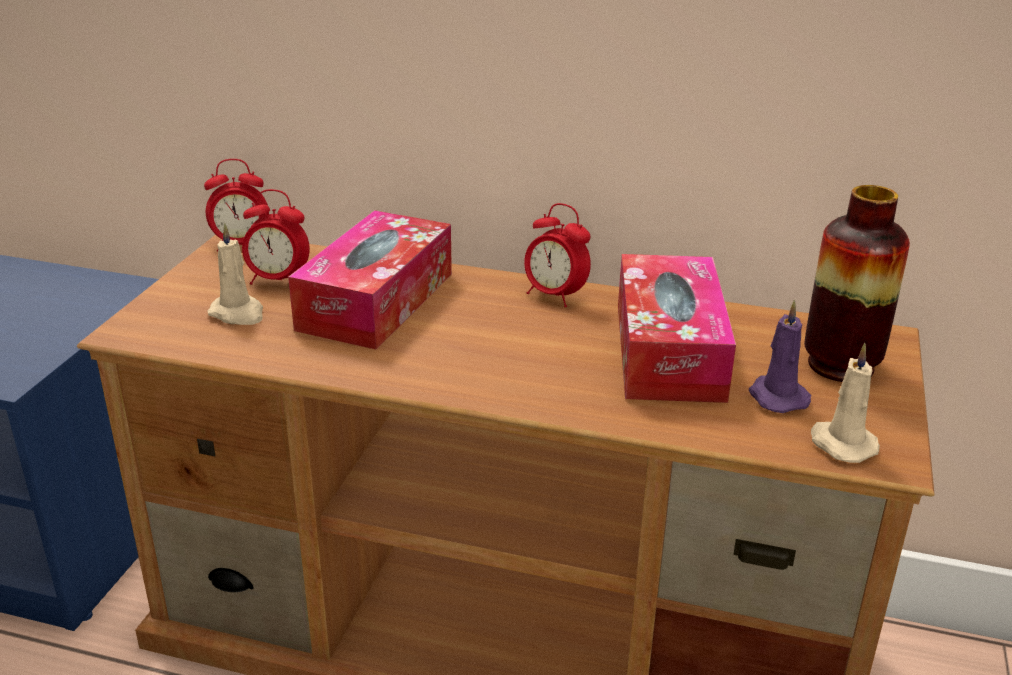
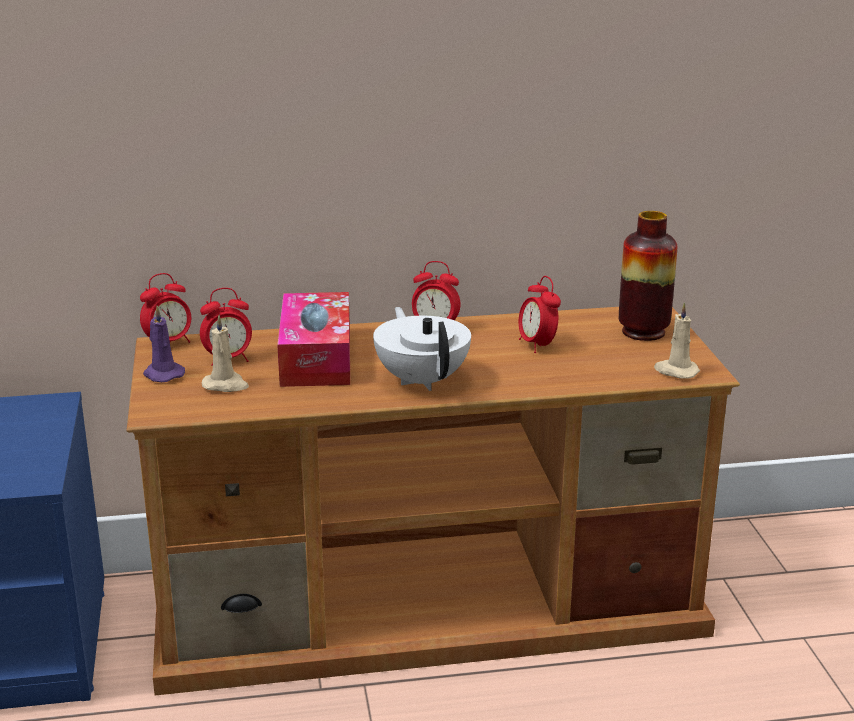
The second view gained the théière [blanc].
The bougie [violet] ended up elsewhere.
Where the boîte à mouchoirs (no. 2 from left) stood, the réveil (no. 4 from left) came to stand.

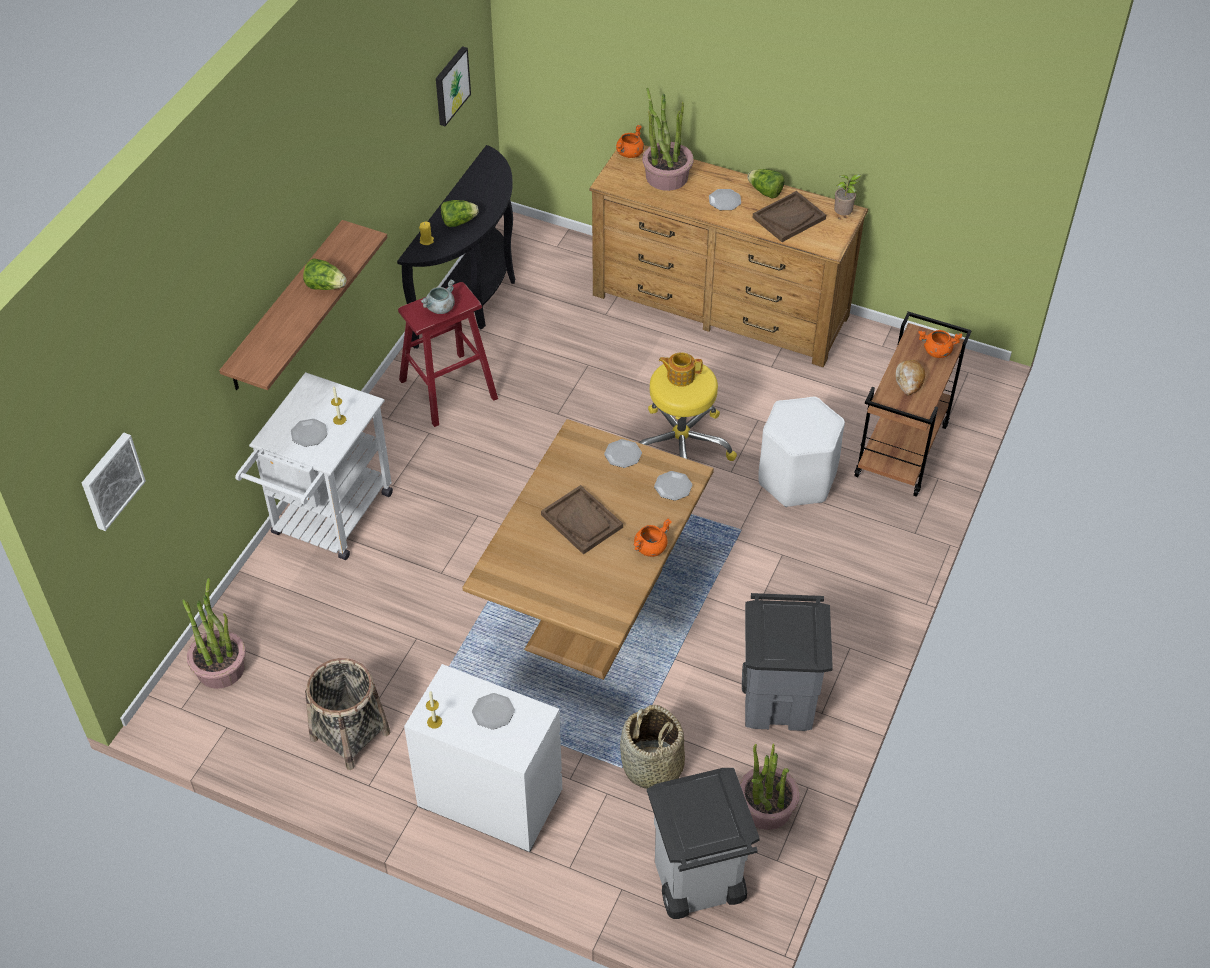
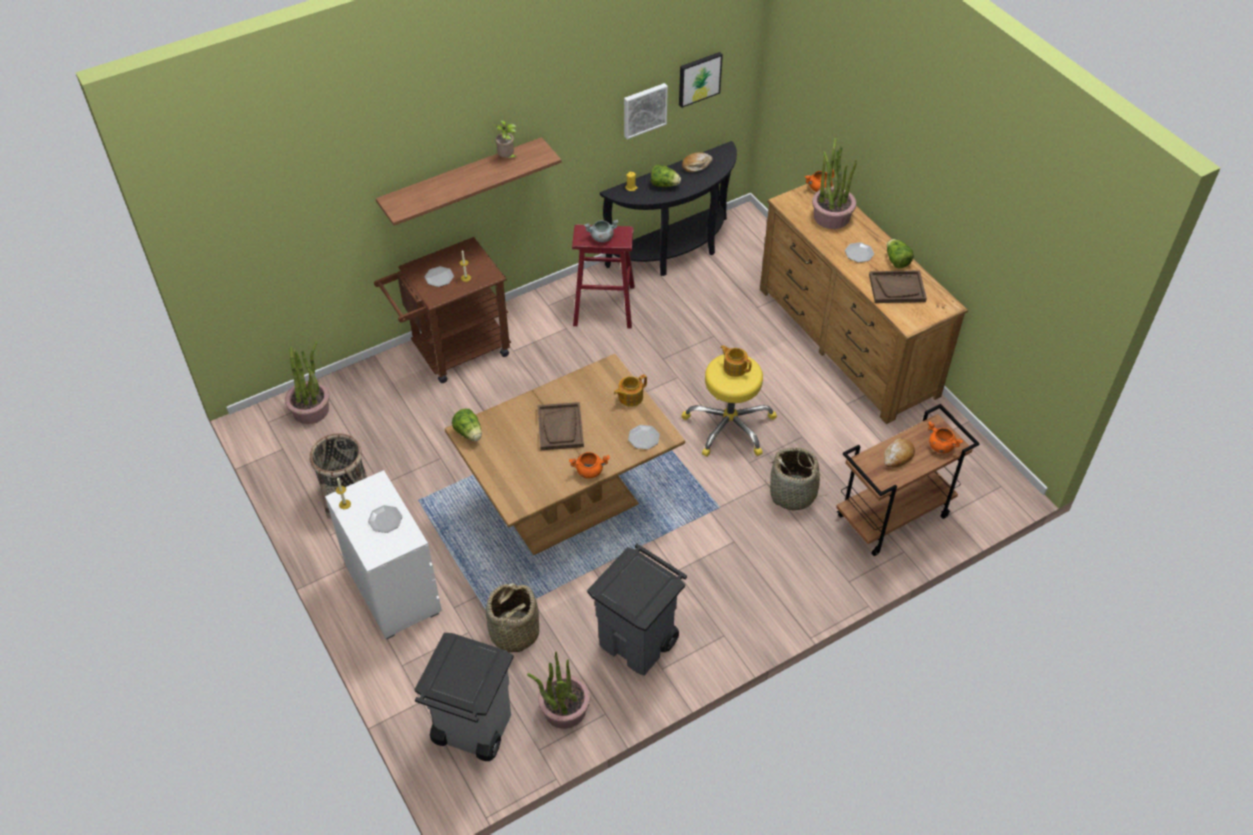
The second view gained the pain (no. 1 from left).
The tableau (no. 1 from left) ended up elsewhere.
The laitue (no. 1 from left) ended up elsewhere.
The plante en pot (no. 4 from left in the first image) ended up elsewhere.
Where the assiette (no. 3 from left) stood, the théière (no. 1 from left) came to stand.
Where the tabouret [blanc] stood, the panier (no. 3 from left) came to stand.
What was the chariot [blanc] turned into the chariot [marron] (no. 1 from left).

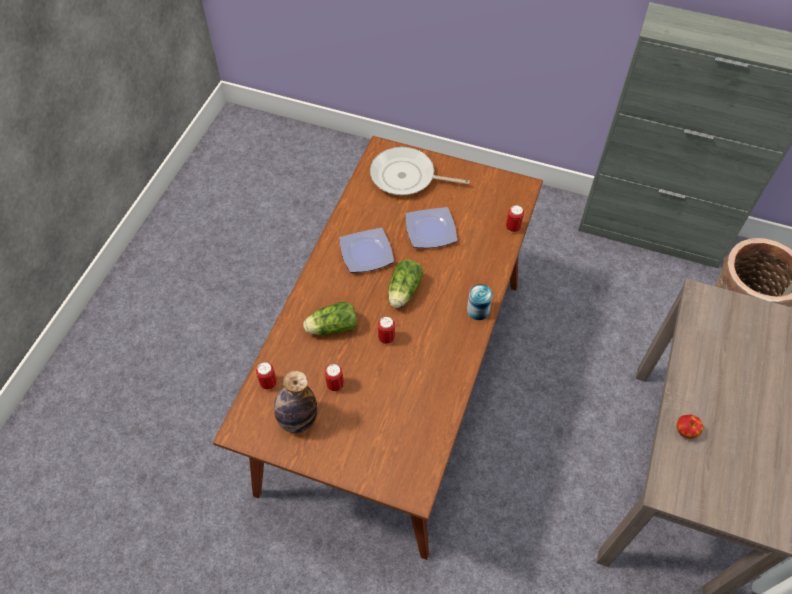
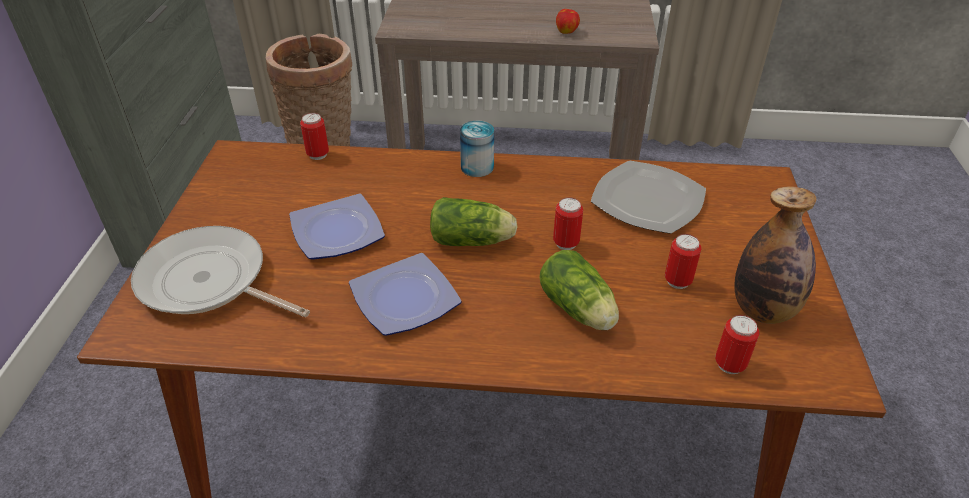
The second view gained the assiette (no. 3 from left).
The poêle ended up facing another way, 120 degrees clockwise from before.

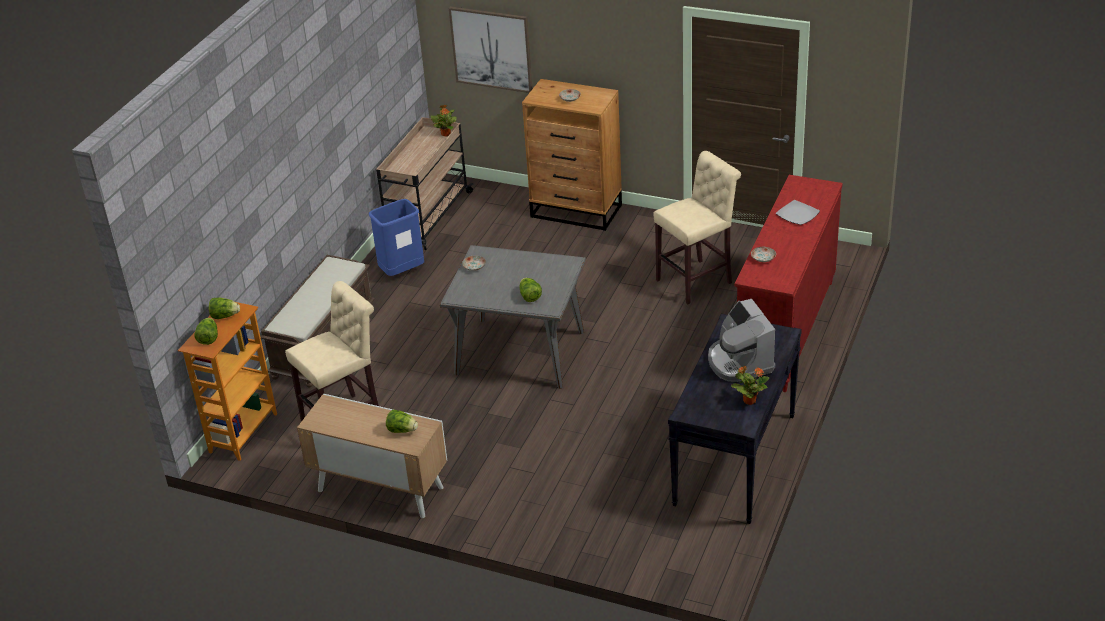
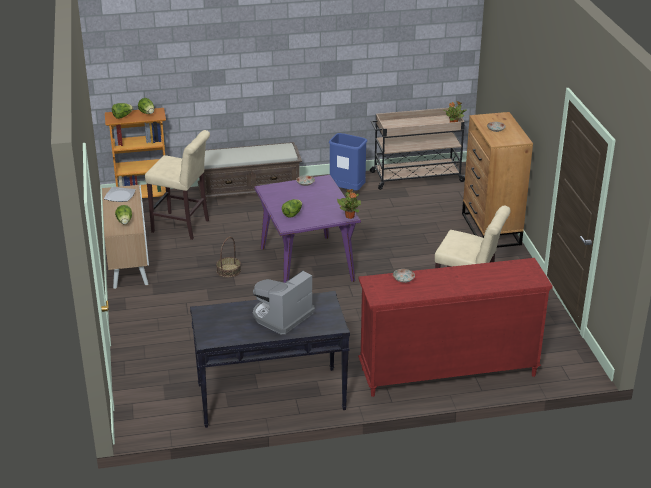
The second view lost the tableau.
The second view gained the panier.
The plante en pot (no. 2 from left in the first image) ended up elsewhere.
The assiette (no. 4 from left in the first image) ended up elsewhere.
What was the table à manger [gris] turned into the table à manger [violet].

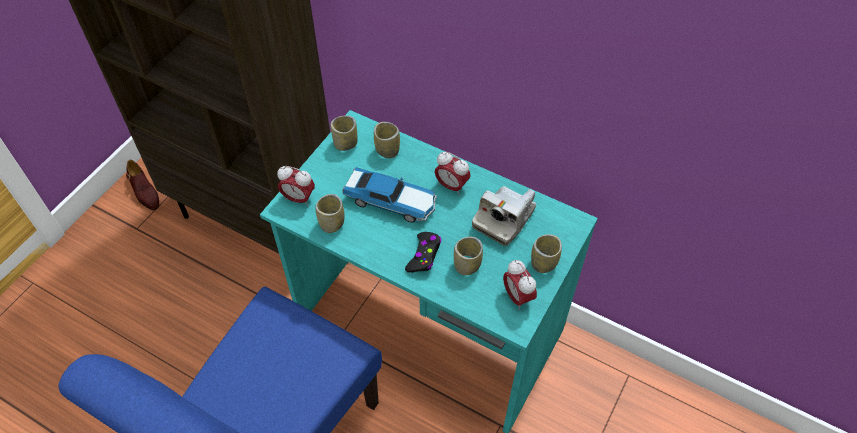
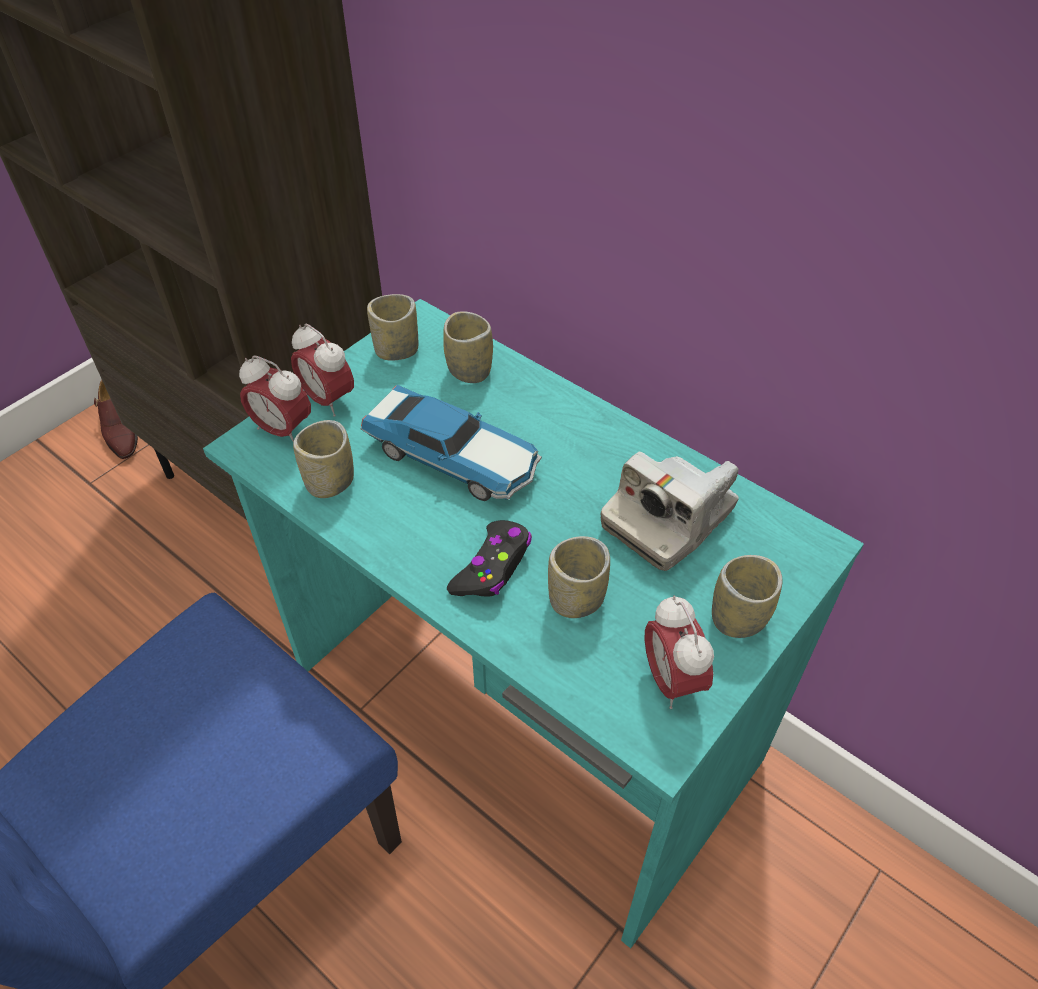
The réveil (no. 2 from left) ended up elsewhere.

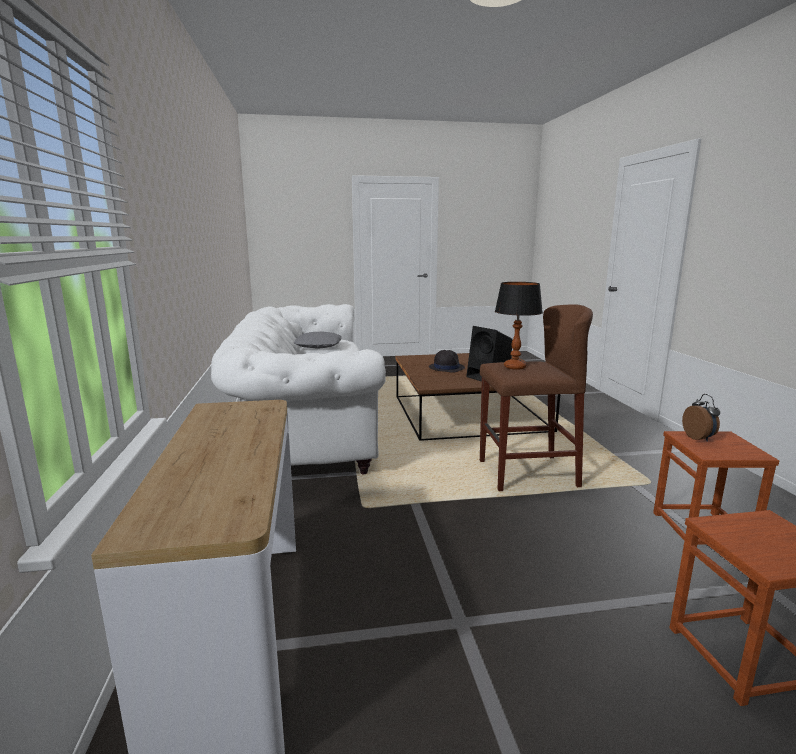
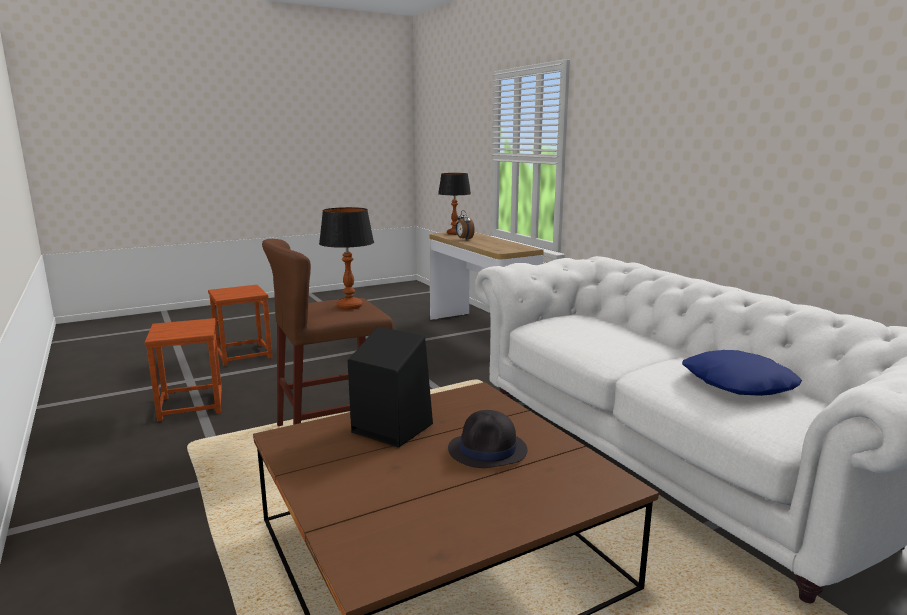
The second view gained the lampe de table (no. 2 from left).
The réveil ended up elsewhere.
What was the coussin [gris] turned into the coussin [bleu].

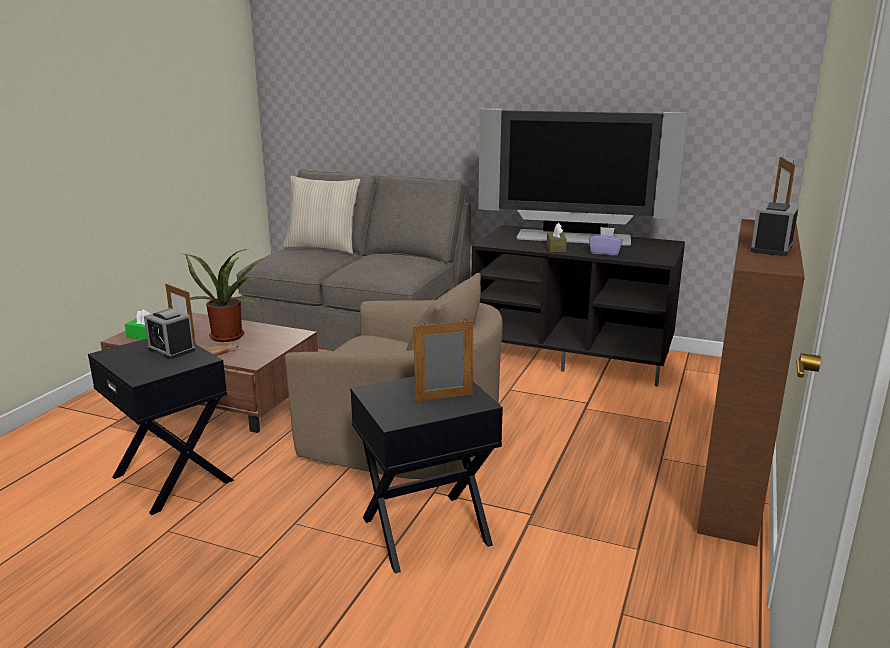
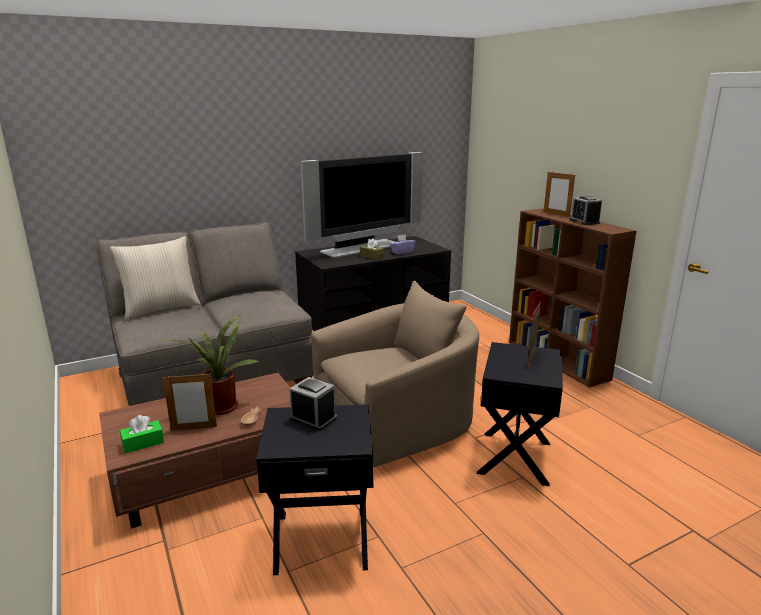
The réveil (no. 1 from left) ended up facing another way, 135 degrees counterclockwise from before.

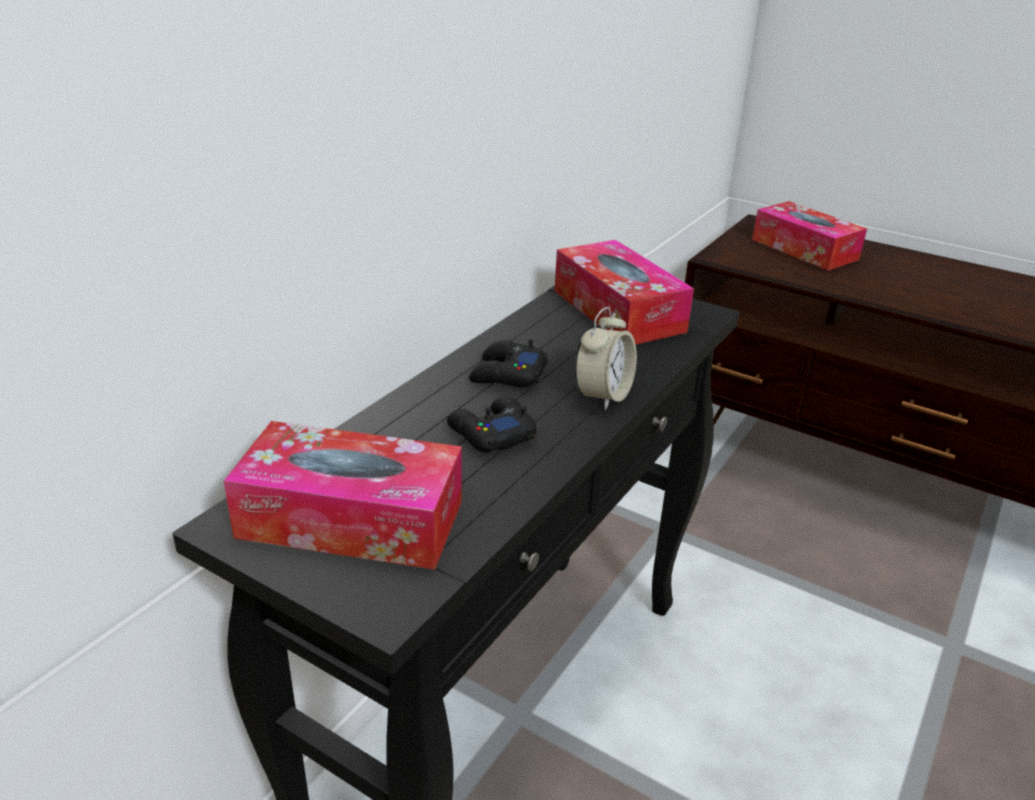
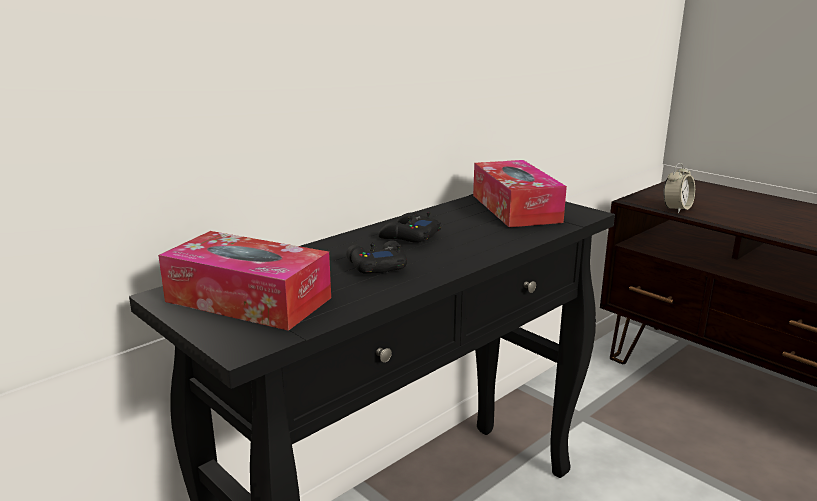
The second view lost the boîte à mouchoirs (no. 3 from left).
The réveil ended up elsewhere.

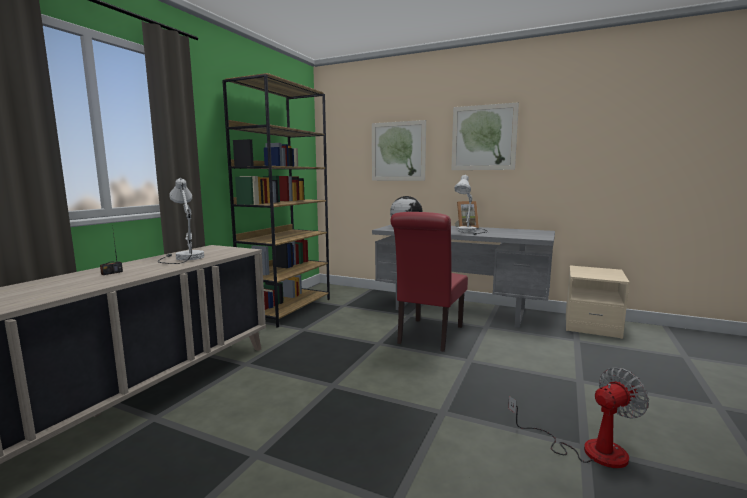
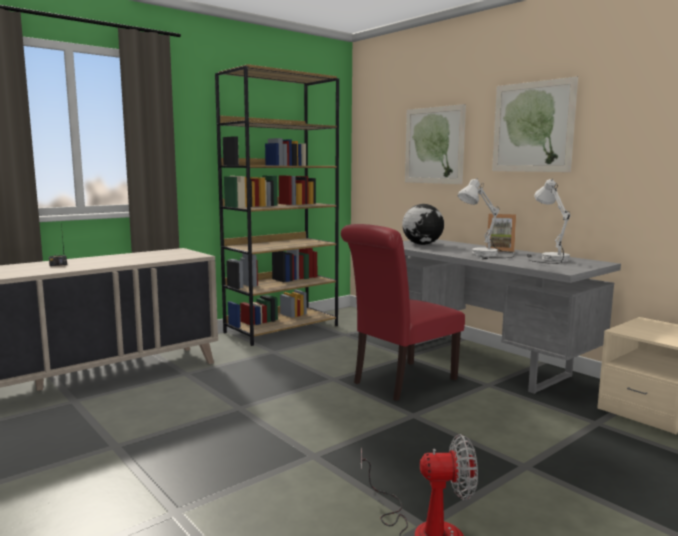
The lampe de table [blanc] (no. 1 from left in the first image) ended up elsewhere.

